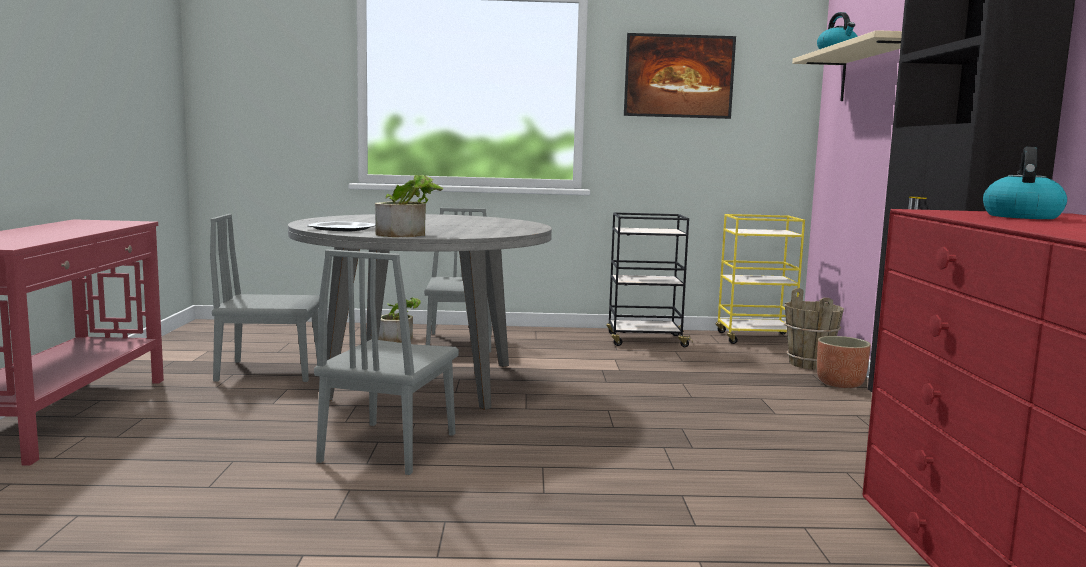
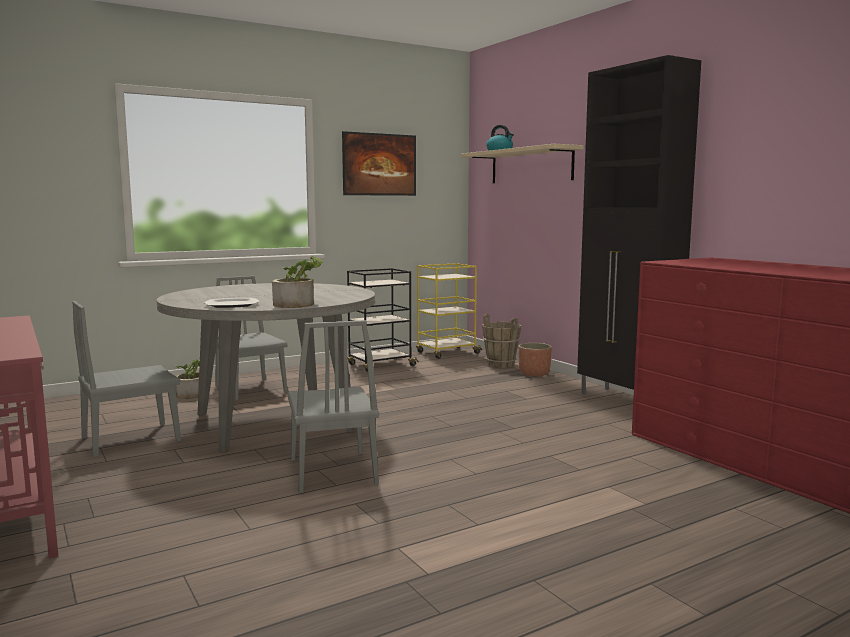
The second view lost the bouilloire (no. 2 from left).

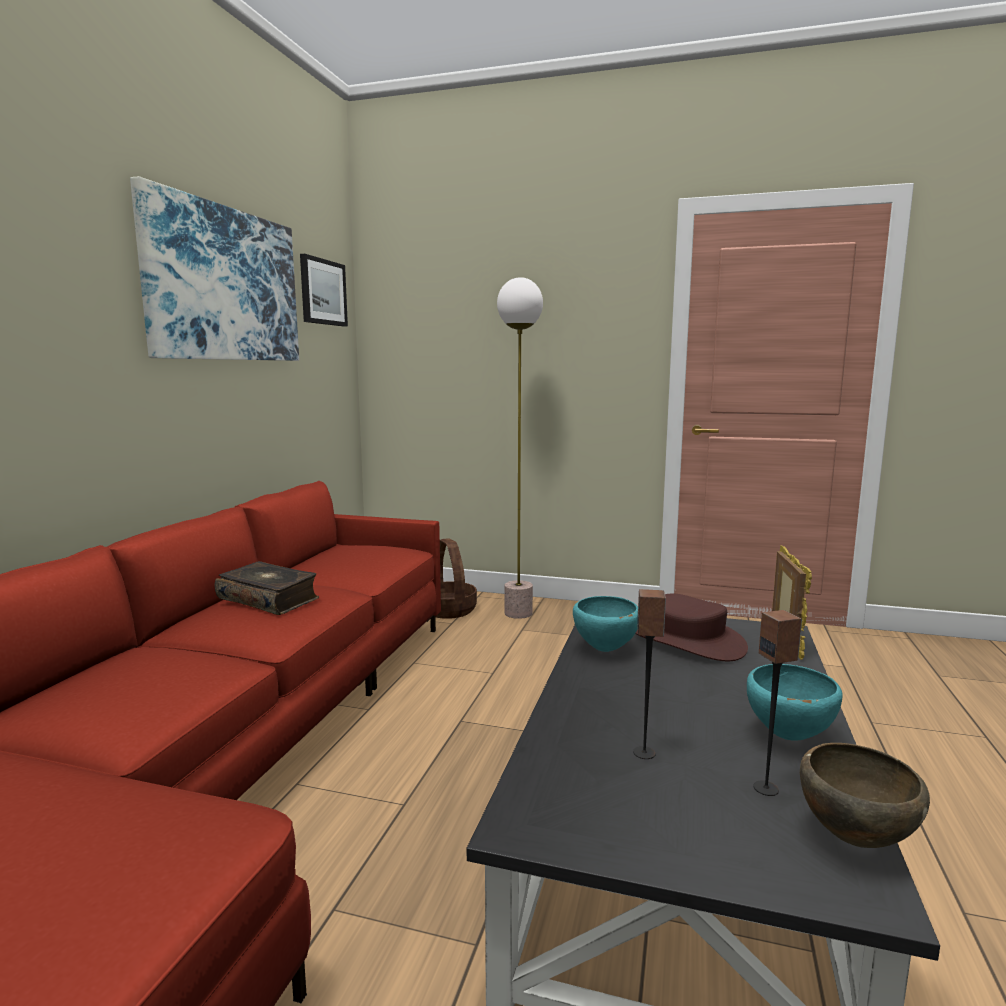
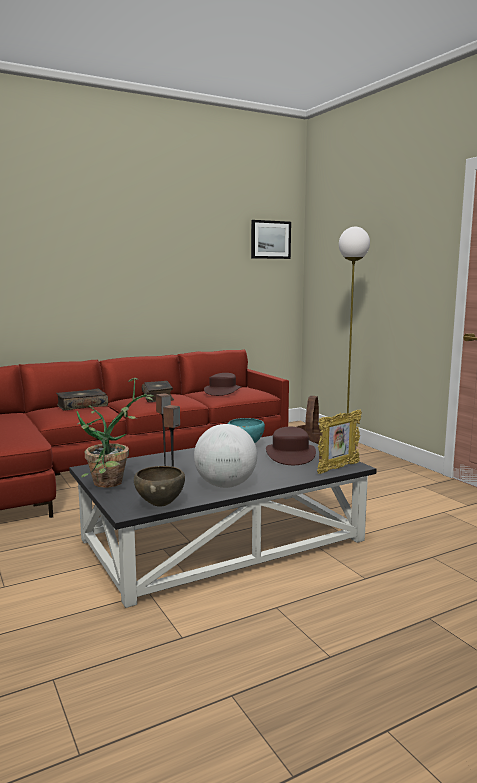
The second view lost the tableau (no. 1 from left).
The second view gained the livre (no. 1 from left).
The second view gained the plante en pot.
The second view gained the chapeau [marron] (no. 1 from left).
Where the bol [turquoise] (no. 2 from left) stood, the globe came to stand.

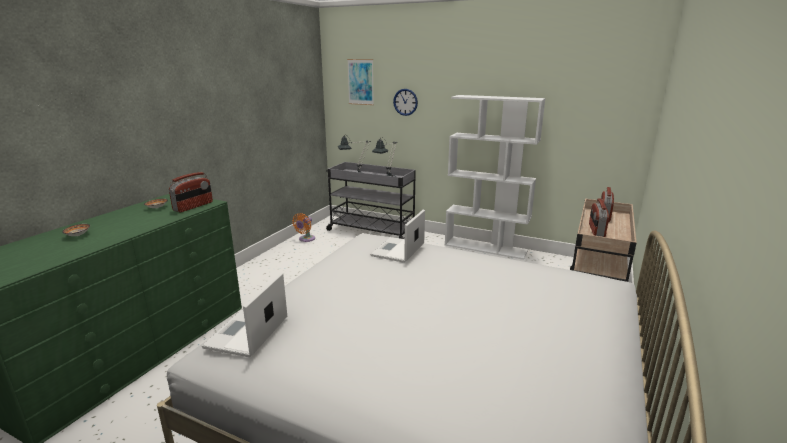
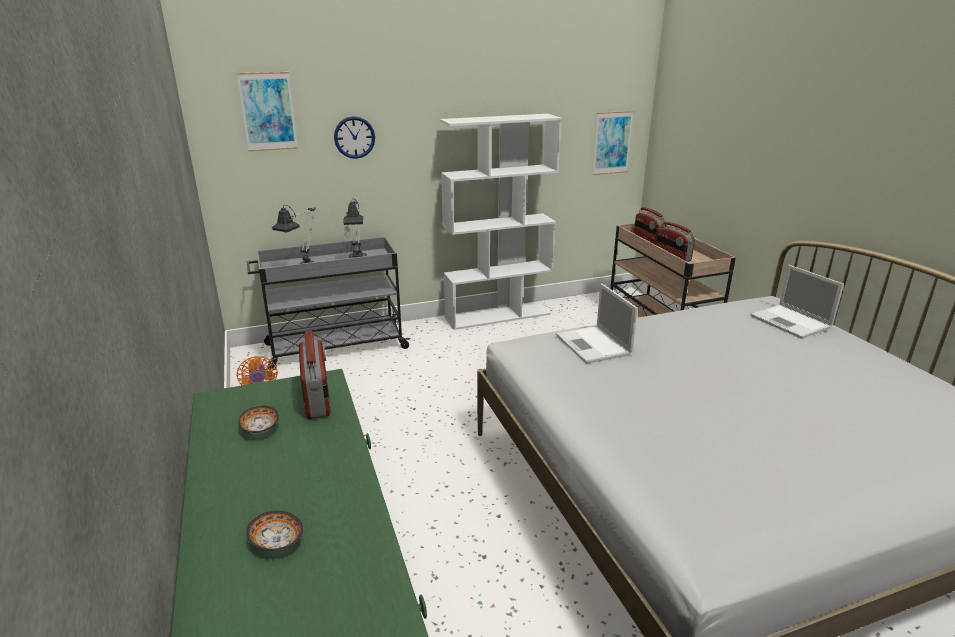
The second view gained the tableau (no. 2 from left).
The ordinateur portable (no. 1 from left in the first image) ended up elsewhere.

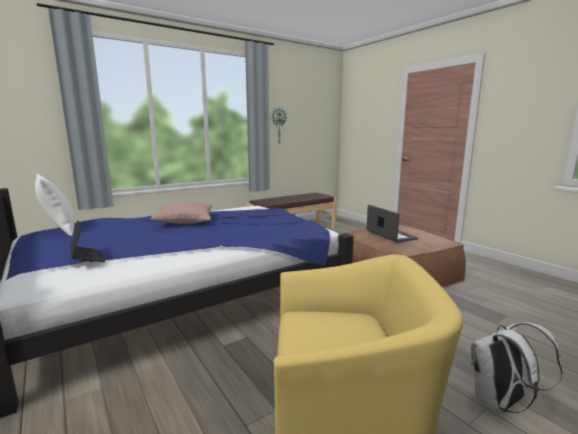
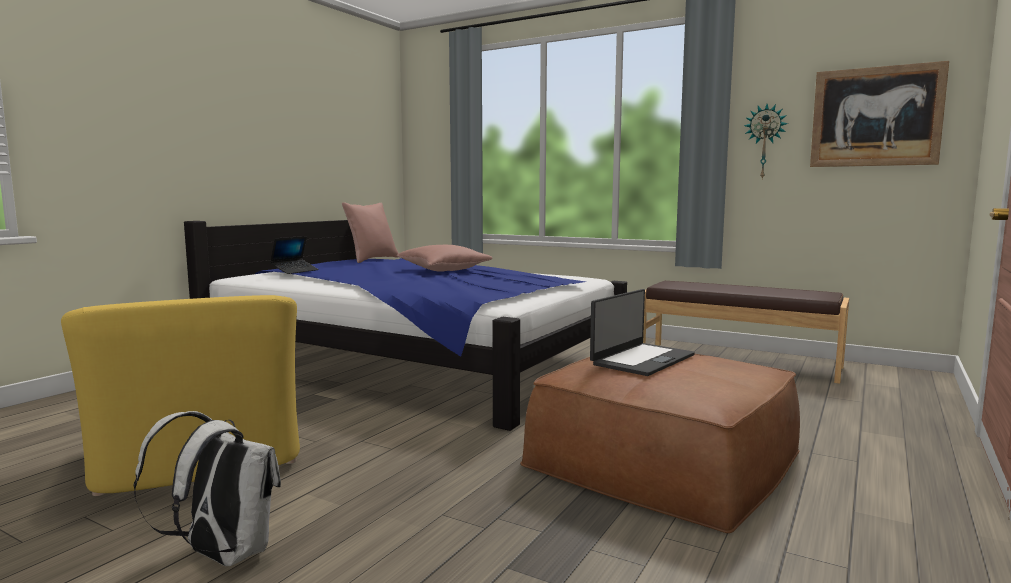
The second view gained the tableau.
What was the coussin [blanc] turned into the coussin [rose] (no. 1 from left).

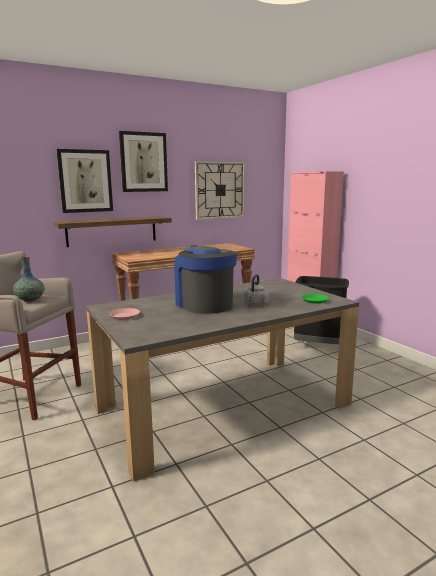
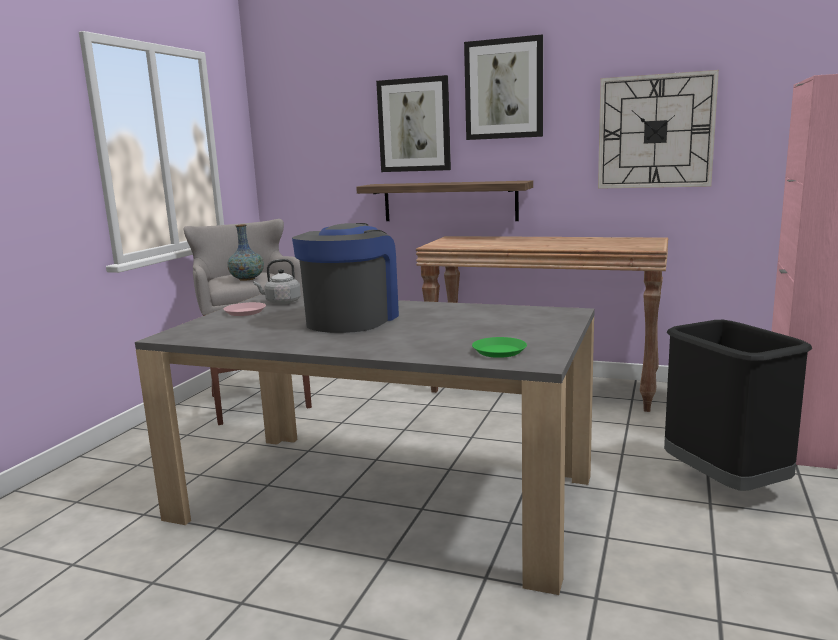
The bouilloire [gris] ended up elsewhere.

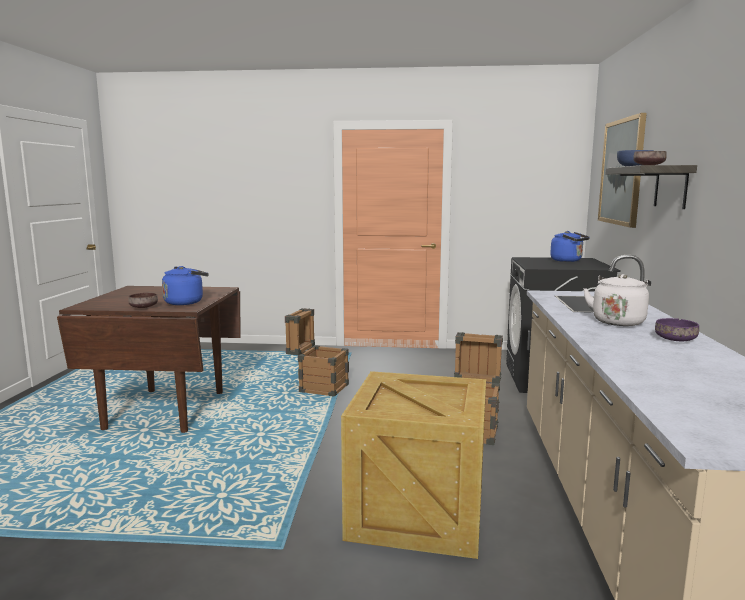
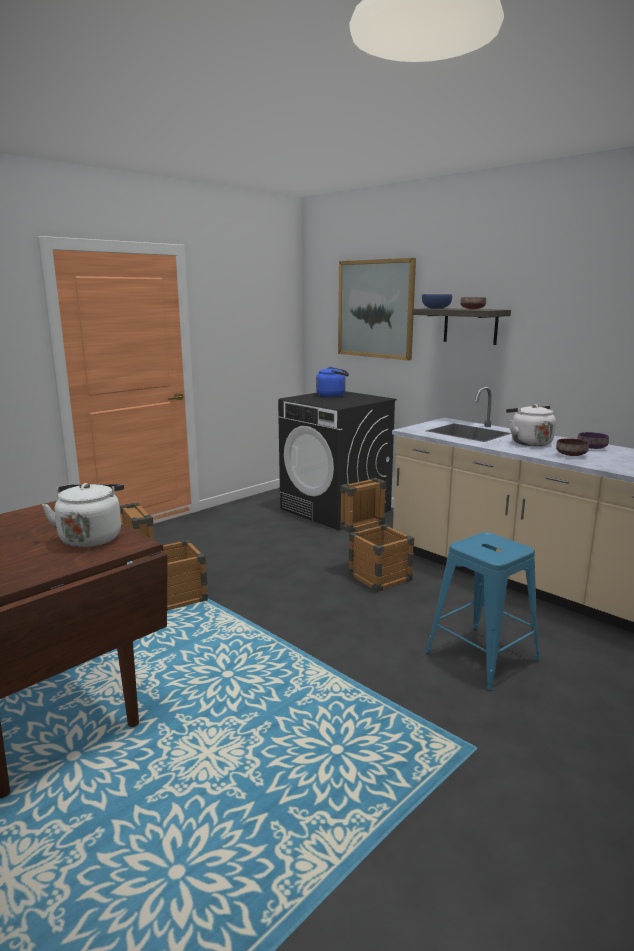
The bol [marron] (no. 1 from left in the first image) ended up elsewhere.
Where the caisse (no. 2 from left) stood, the tabouret [bleu] came to stand.
What was the bouilloire [bleu] (no. 1 from left) turned into the bouilloire [blanc] (no. 1 from left).

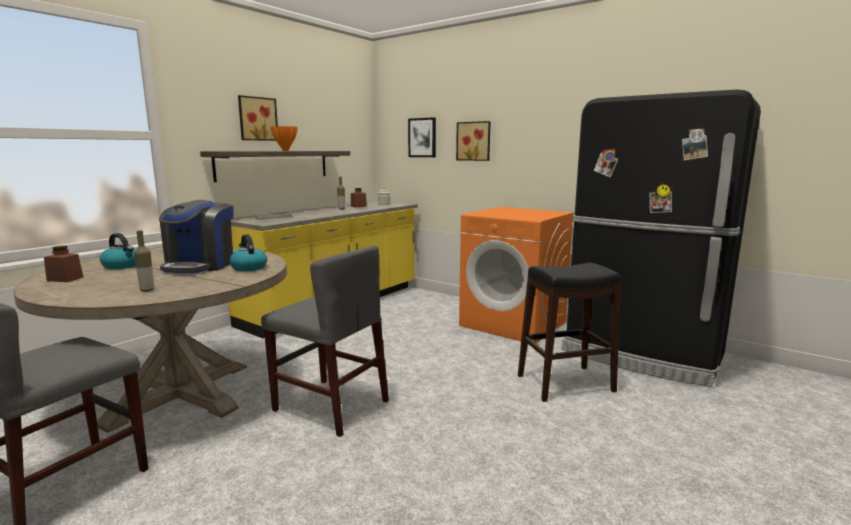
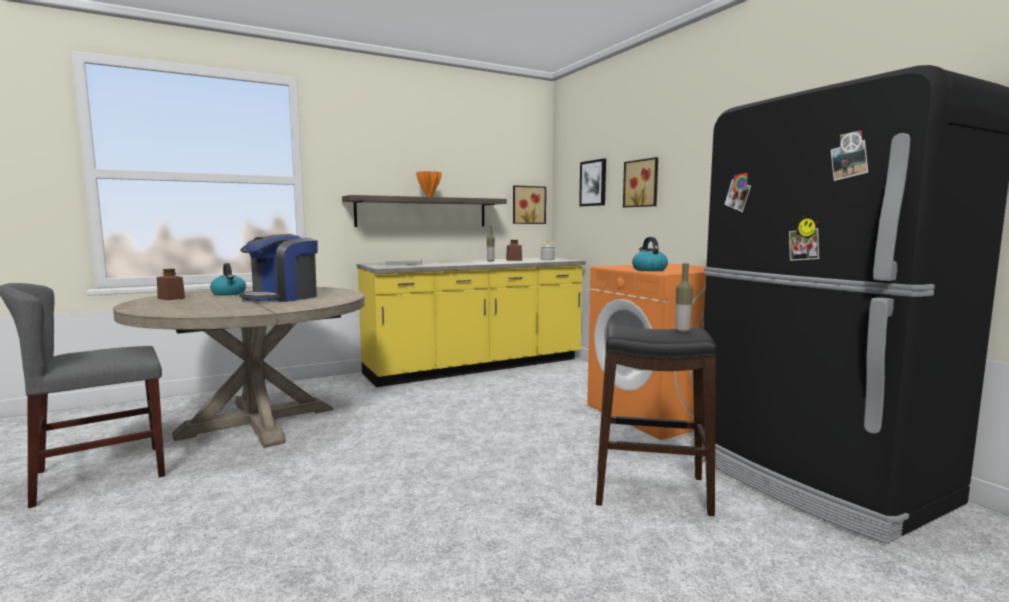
The second view lost the chaise [gris] (no. 2 from left).
The bouteille (no. 1 from left in the first image) ended up elsewhere.
The bouilloire (no. 2 from left) ended up elsewhere.
The tableau (no. 1 from left) ended up elsewhere.

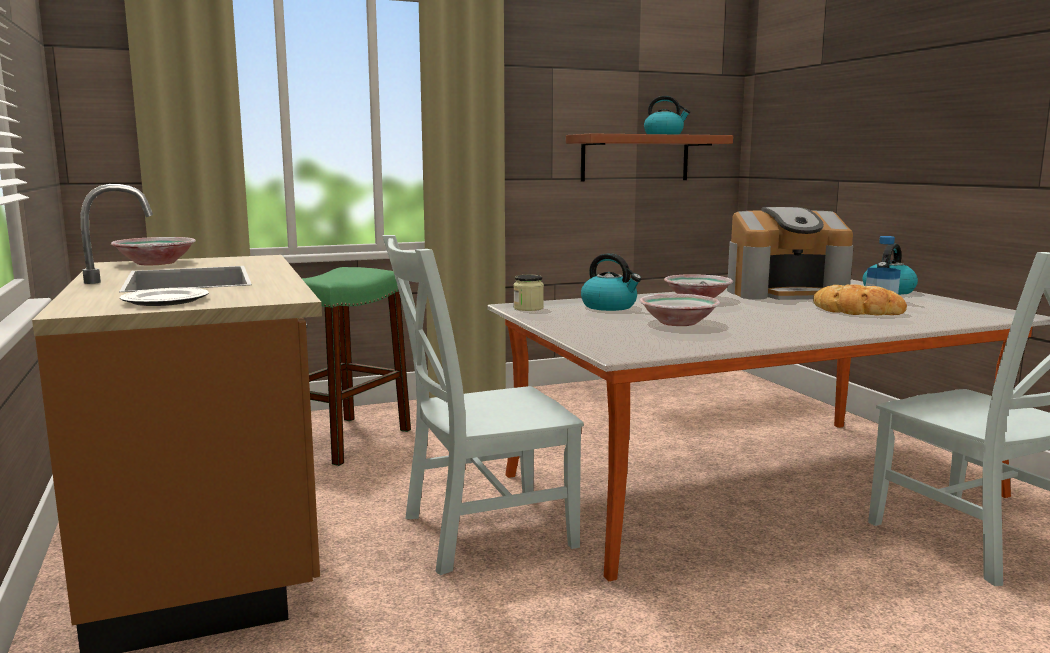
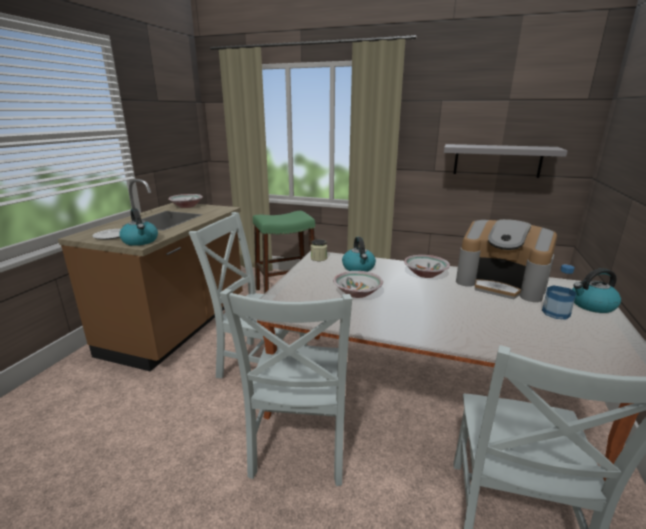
The second view lost the pain.
The second view gained the chaise [gris] (no. 2 from left).
The bouilloire (no. 2 from left in the first image) ended up elsewhere.
What was the étagère [marron] turned into the étagère [gris].

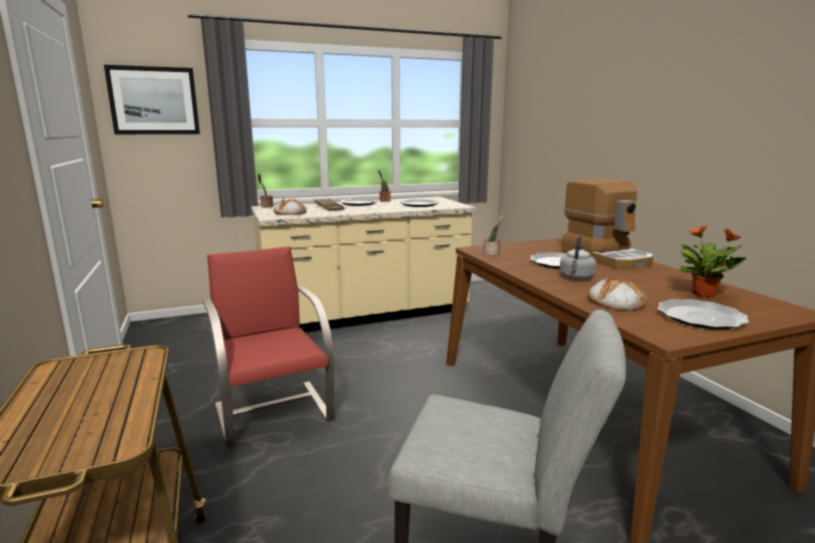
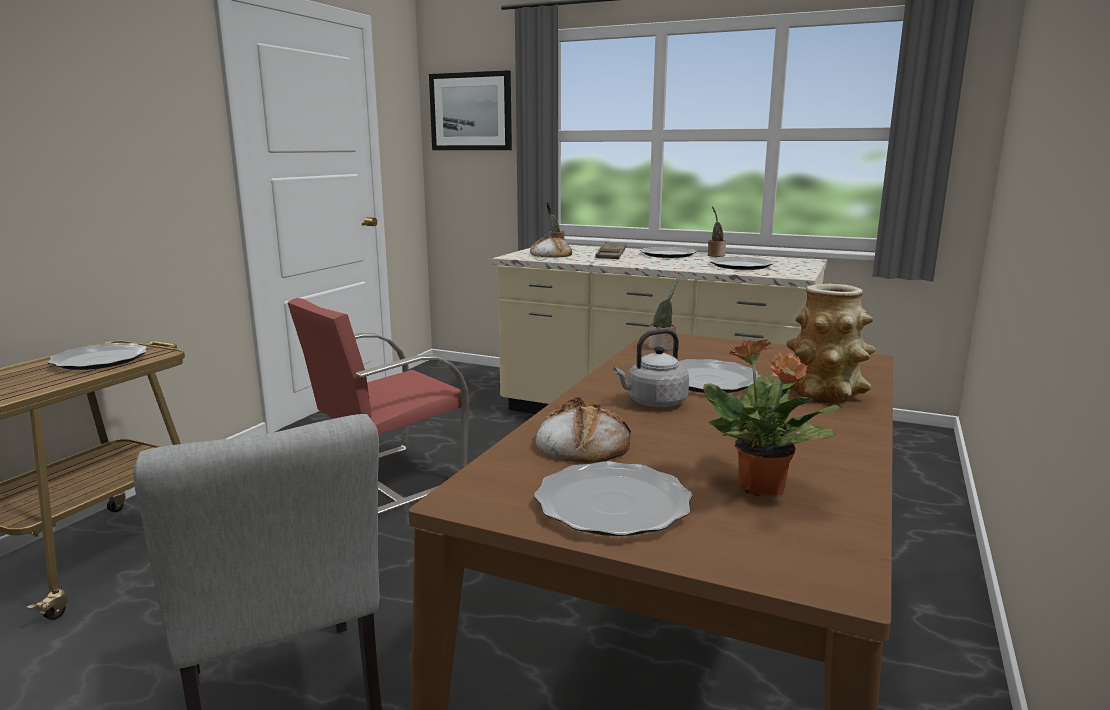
The second view gained the assiette (no. 1 from left).
Where the machine à café stood, the vase came to stand.
The chaise [rouge] ended up facing another way, 150 degrees counterclockwise from before.

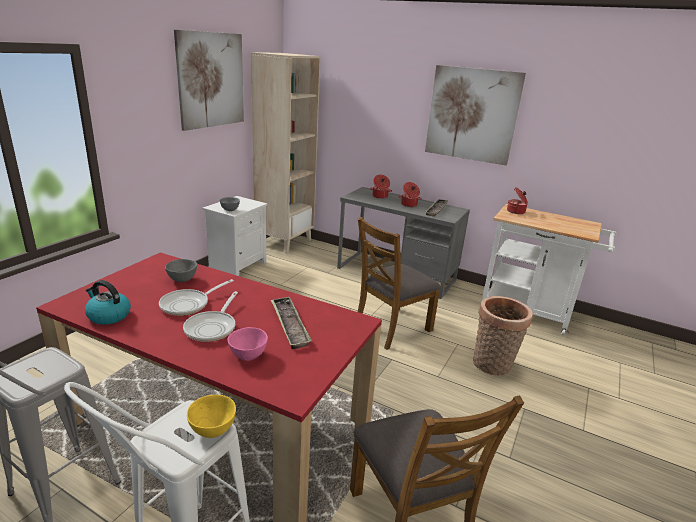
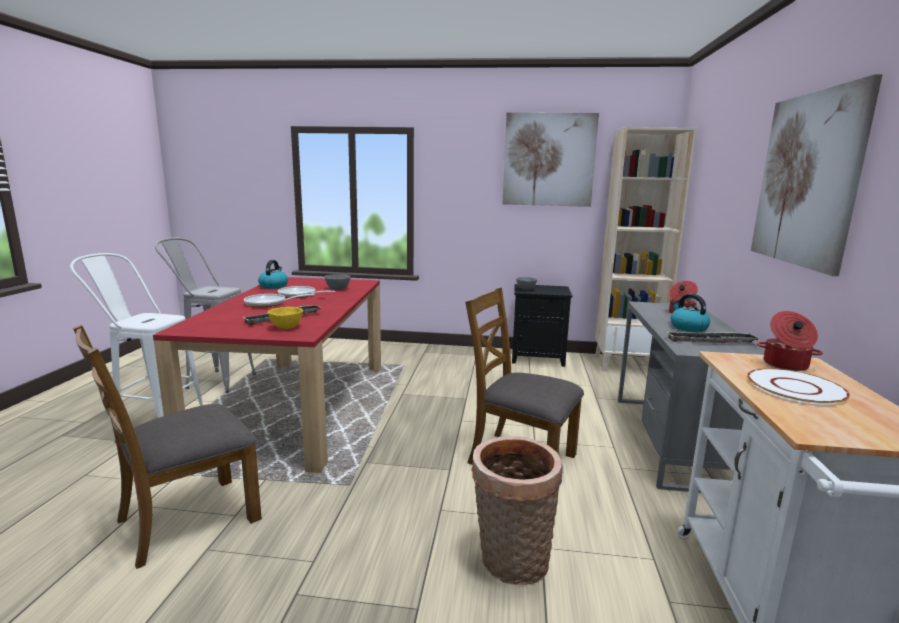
The second view lost the bol [rose].
The second view gained the assiette [blanc].
The bol [jaune] ended up elsewhere.
Where the marmite (no. 2 from left) stood, the bouilloire (no. 2 from left) came to stand.
What was the table de chevet [blanc] turned into the table de chevet [noir].

